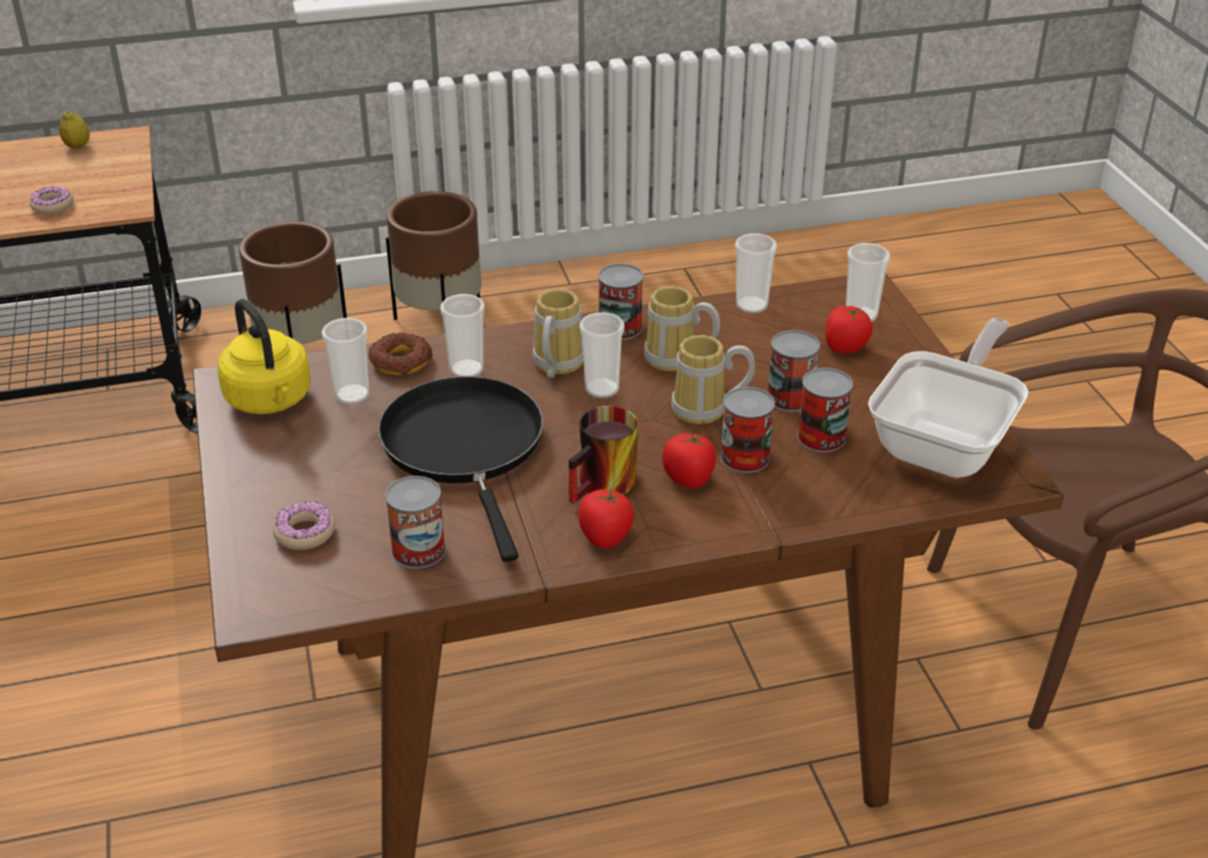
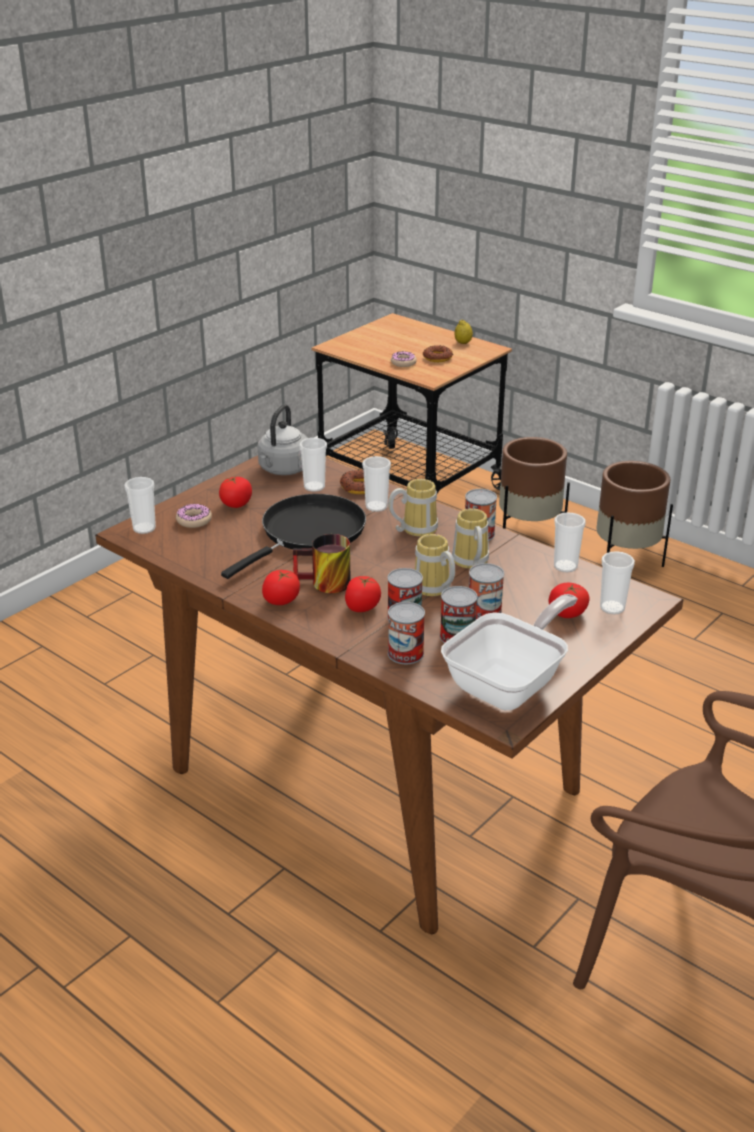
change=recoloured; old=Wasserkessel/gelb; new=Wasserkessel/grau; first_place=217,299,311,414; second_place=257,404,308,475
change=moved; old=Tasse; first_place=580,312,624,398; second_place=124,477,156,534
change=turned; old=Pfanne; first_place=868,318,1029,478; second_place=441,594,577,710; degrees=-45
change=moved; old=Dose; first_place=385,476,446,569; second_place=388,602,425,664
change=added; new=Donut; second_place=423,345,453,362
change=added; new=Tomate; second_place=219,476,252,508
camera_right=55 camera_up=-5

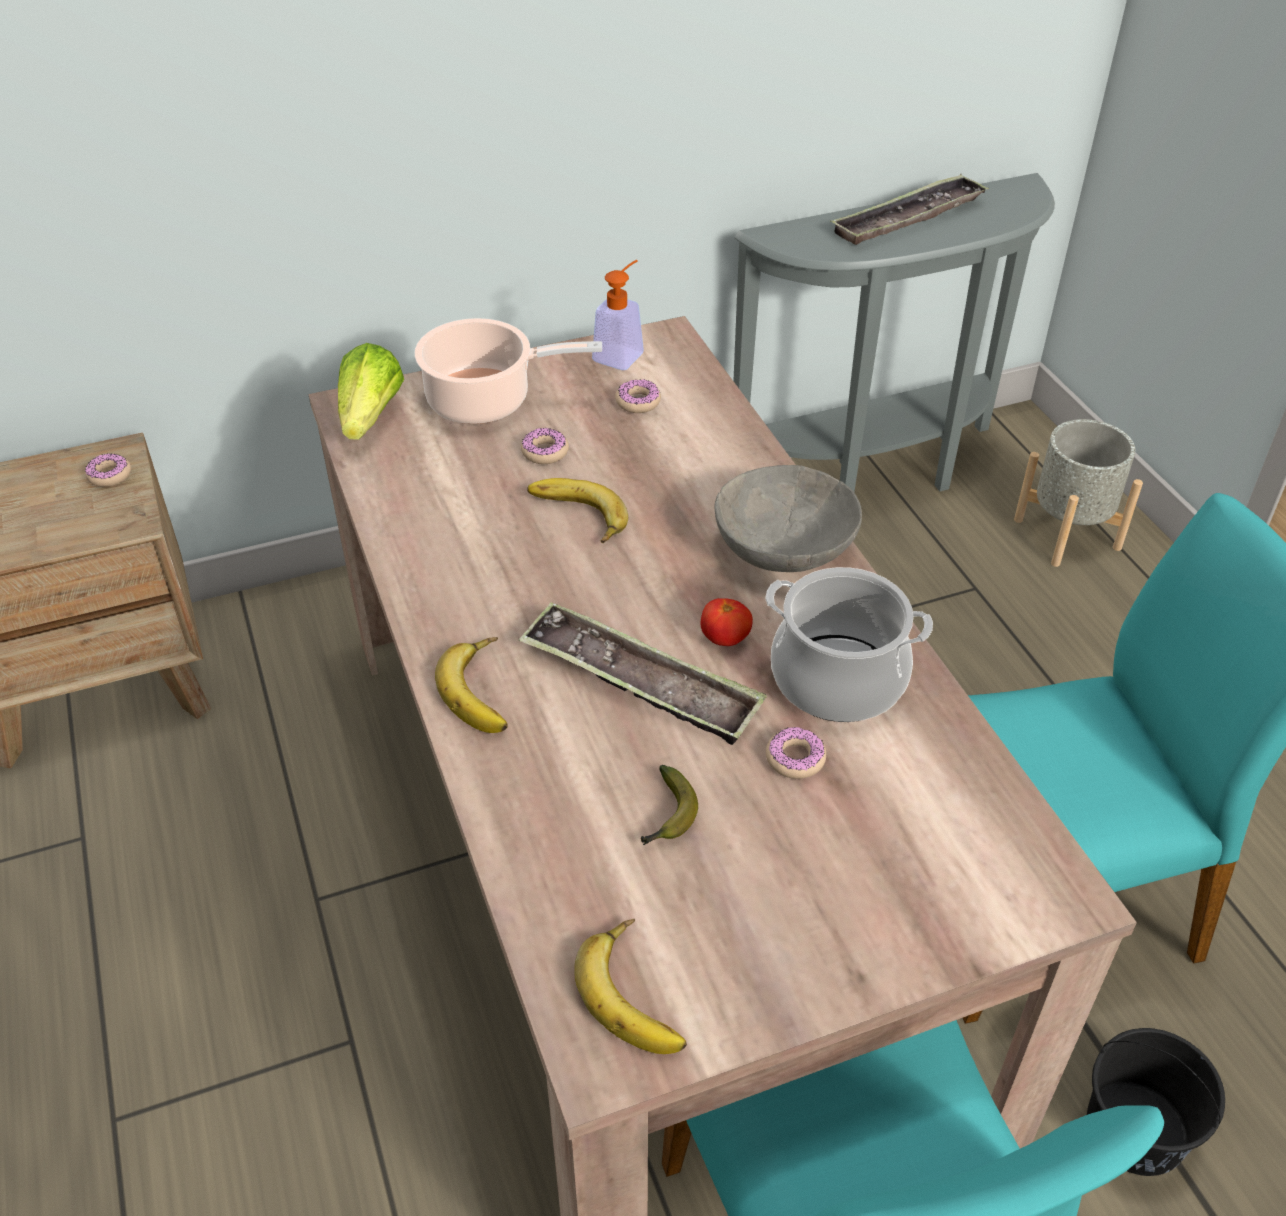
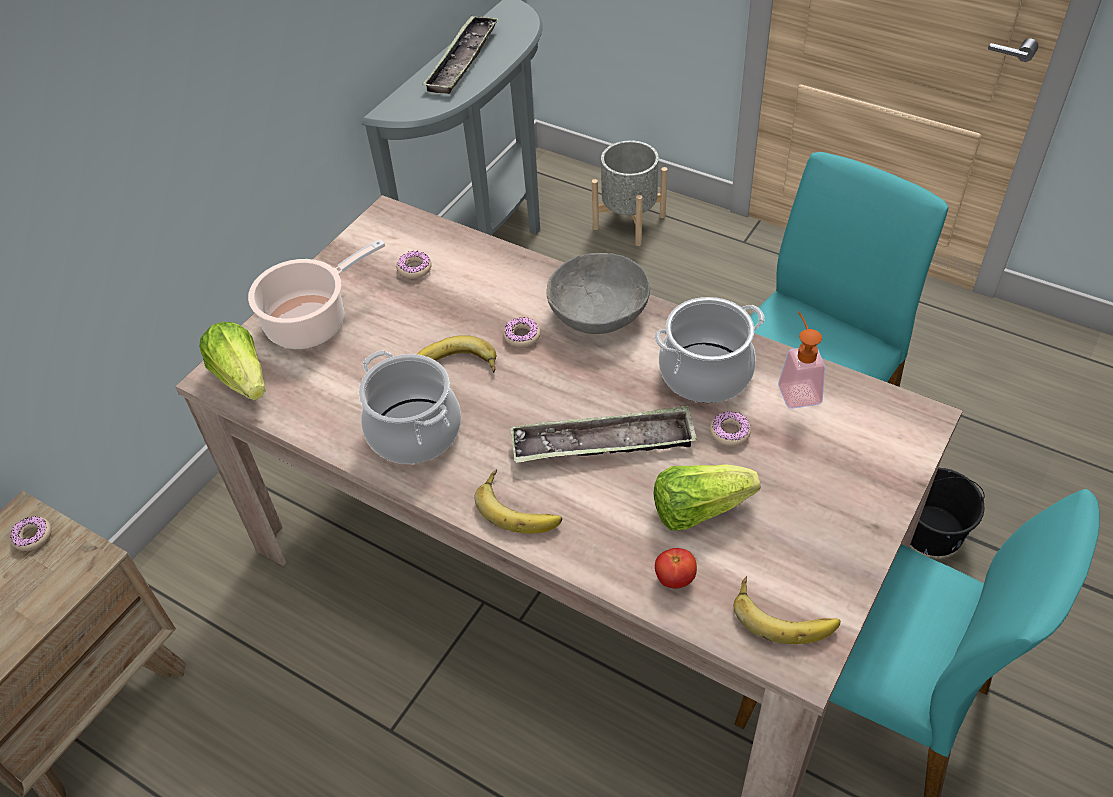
change=moved; old=Seifenspender; first_place=592,260,644,370; second_place=778,312,825,409
change=moved; old=Donut; first_place=521,428,569,464; second_place=503,317,541,348
change=moved; old=Tomate; first_place=700,598,753,646; second_place=655,548,697,588
change=replaced; old=Banane; new=Salatkopf; first_place=641,765,698,845; second_place=654,464,760,531
change=added; new=Kochtopf; second_place=359,350,461,464
camera_right=-35 camera_up=5

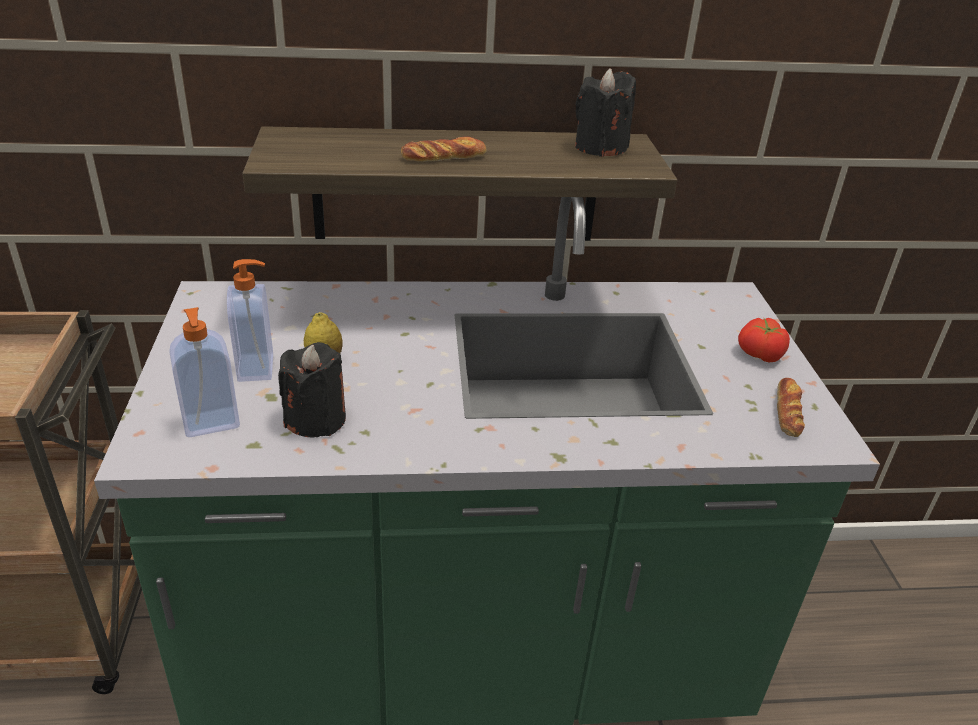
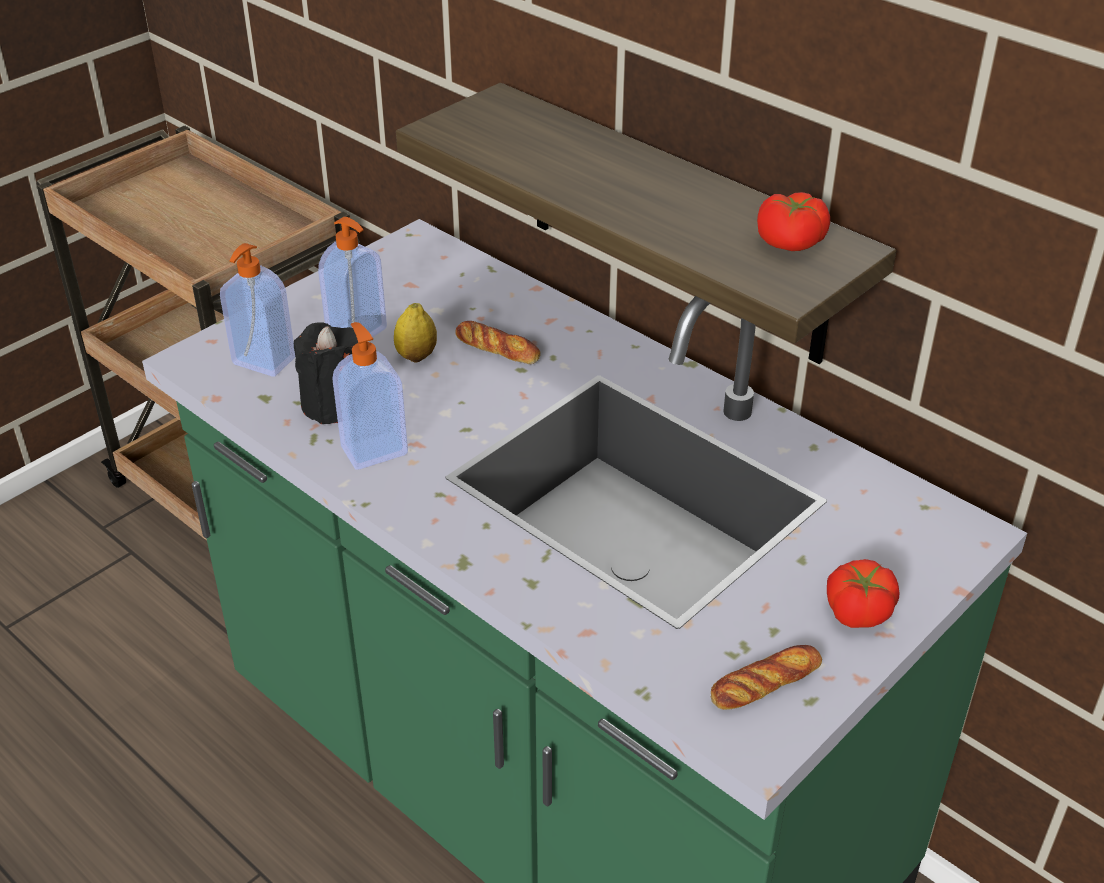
change=replaced; old=Kerze/schwarz; new=Tomate; first_place=575,68,636,157; second_place=757,192,830,251
change=moved; old=Brot; first_place=401,136,487,161; second_place=455,321,541,364
change=added; new=Seifenspender; second_place=332,322,408,470
camera_right=50 camera_up=5

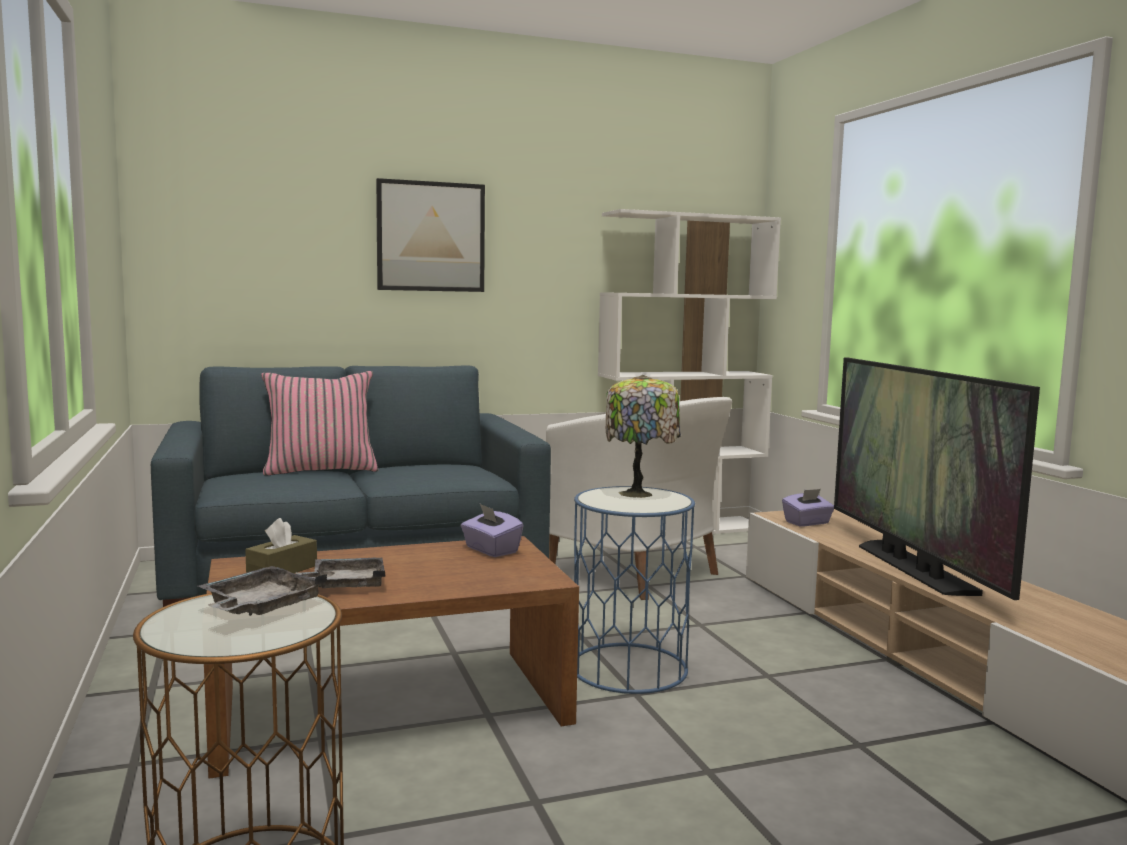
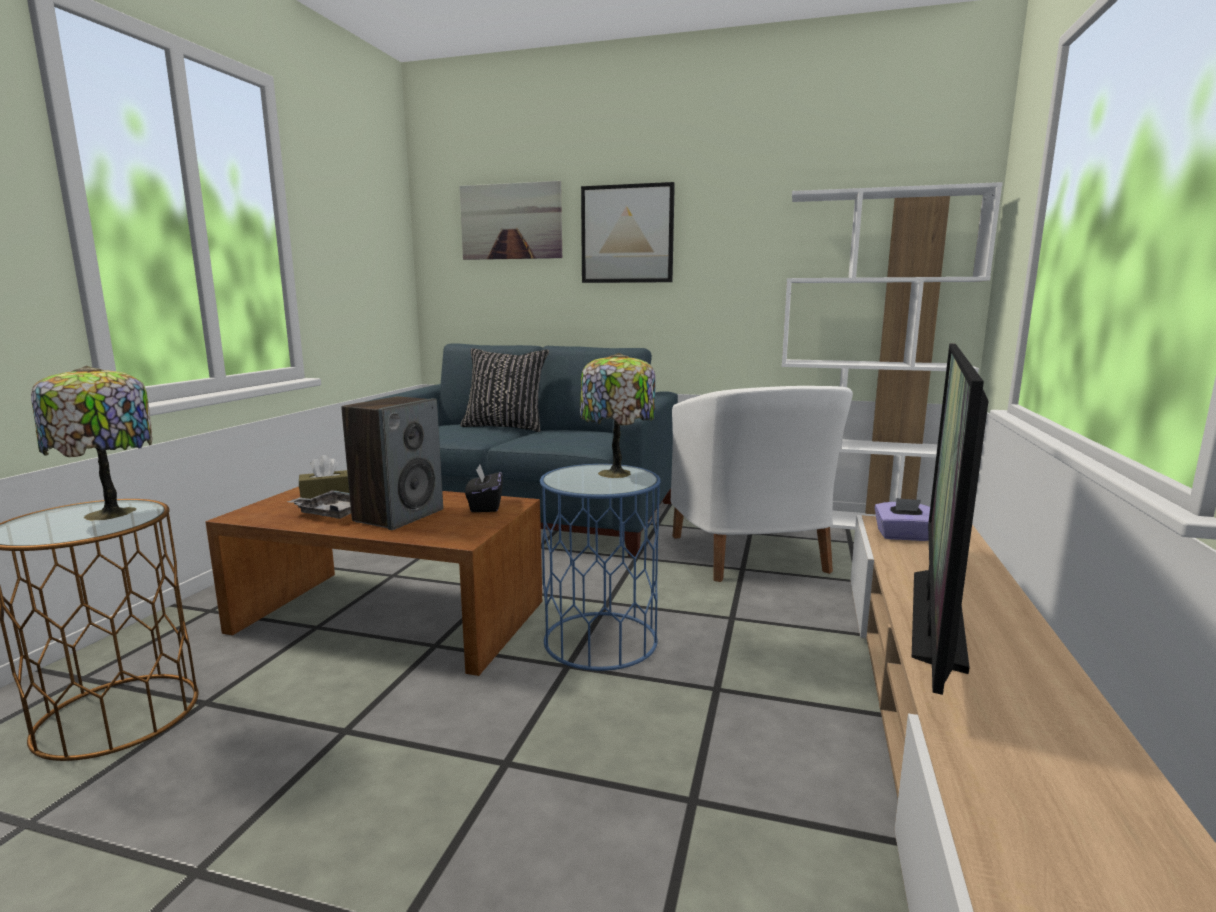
change=recoloured; old=Kissen/rosa; new=Kissen/schwarz; first_place=262,371,378,475; second_place=460,349,549,432
change=recoloured; old=Taschentuchbox/lila; new=Taschentuchbox/schwarz; first_place=461,504,524,557; second_place=465,464,503,512
change=replaced; old=Tablett/grau; new=Tischlampe; first_place=198,566,327,616; second_place=31,366,152,520
change=added; new=Bild; second_place=459,181,562,260
change=added; new=Lautsprecher; second_place=341,396,443,530
camera_right=35 camera_up=5

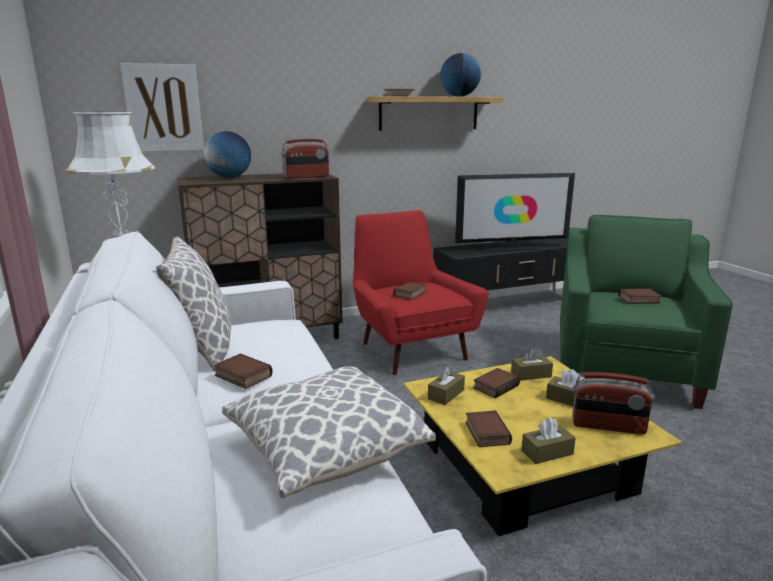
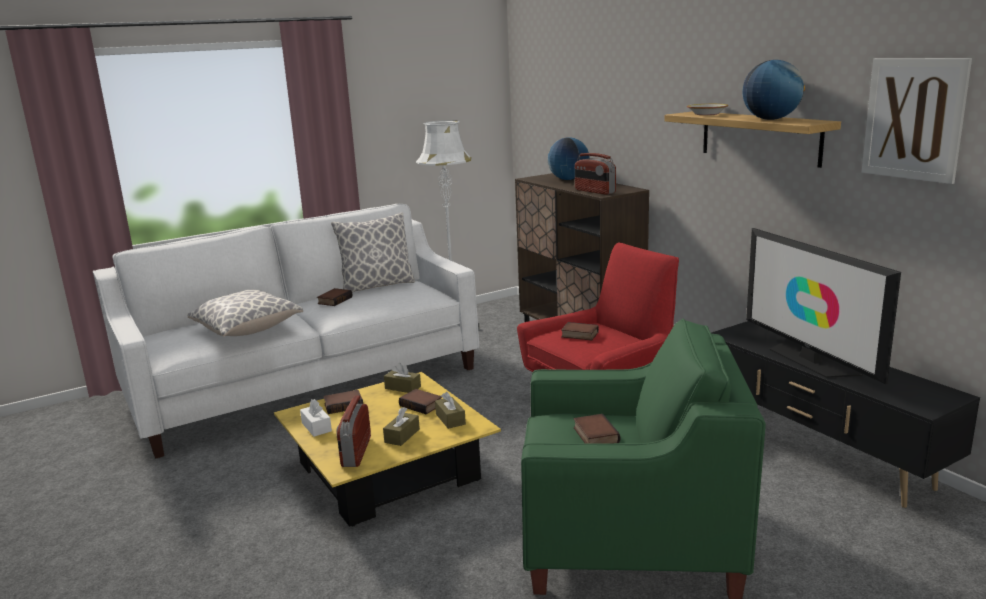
change=moved; old=Bild; first_place=120,63,204,152; second_place=862,58,972,184
change=recoloured; old=Taschentuchbox/braun; new=Taschentuchbox/weiß; first_place=521,417,576,464; second_place=300,399,332,437
camera_right=80 camera_up=0

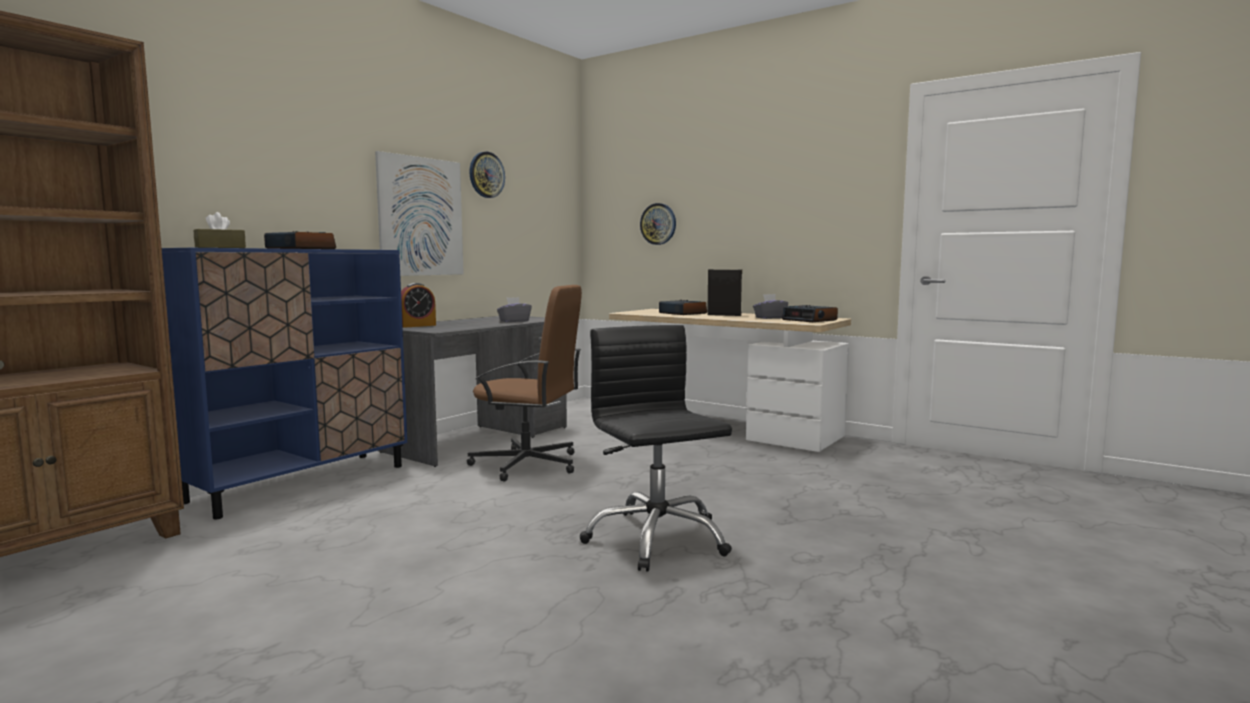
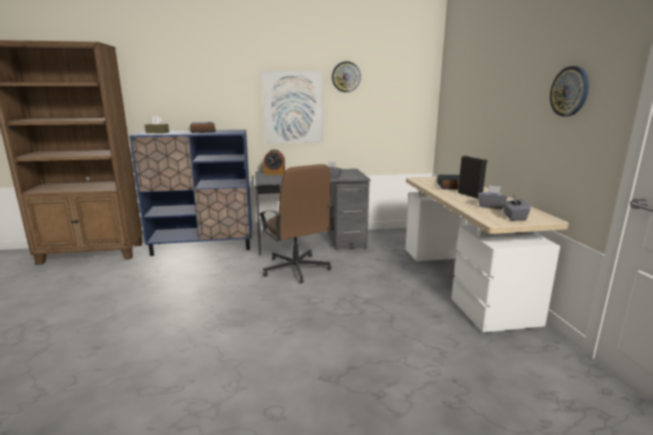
change=moved; old=Wanduhr; first_place=640,203,676,245; second_place=550,66,589,117
change=replaced; old=Wecker; new=Taschentuchbox/grau; first_place=782,305,838,322; second_place=503,195,531,221
change=removed; old=Bürostuhl/schwarz; first_place=580,325,732,572
camera_right=45 camera_up=10

